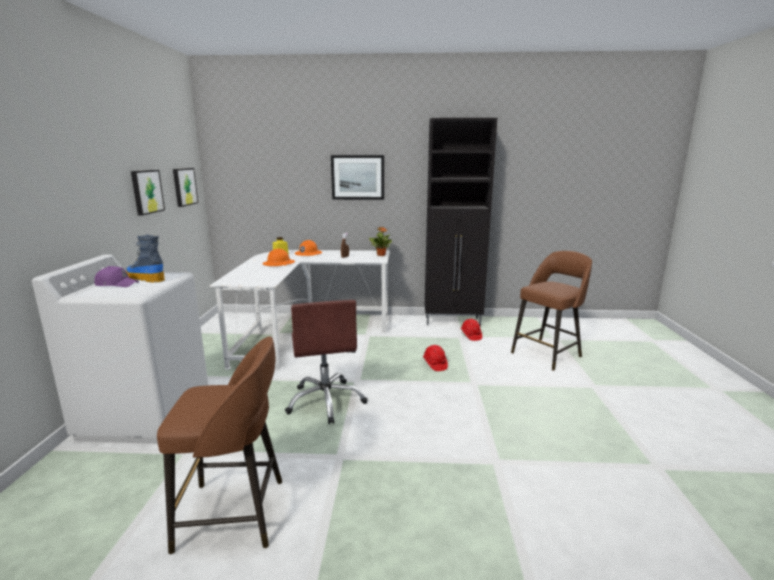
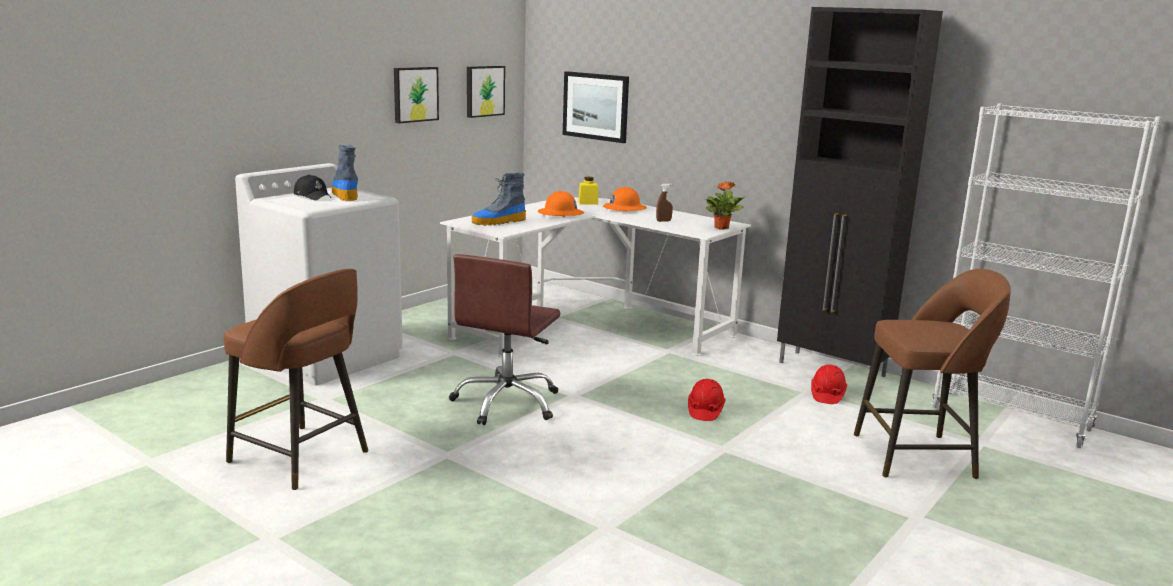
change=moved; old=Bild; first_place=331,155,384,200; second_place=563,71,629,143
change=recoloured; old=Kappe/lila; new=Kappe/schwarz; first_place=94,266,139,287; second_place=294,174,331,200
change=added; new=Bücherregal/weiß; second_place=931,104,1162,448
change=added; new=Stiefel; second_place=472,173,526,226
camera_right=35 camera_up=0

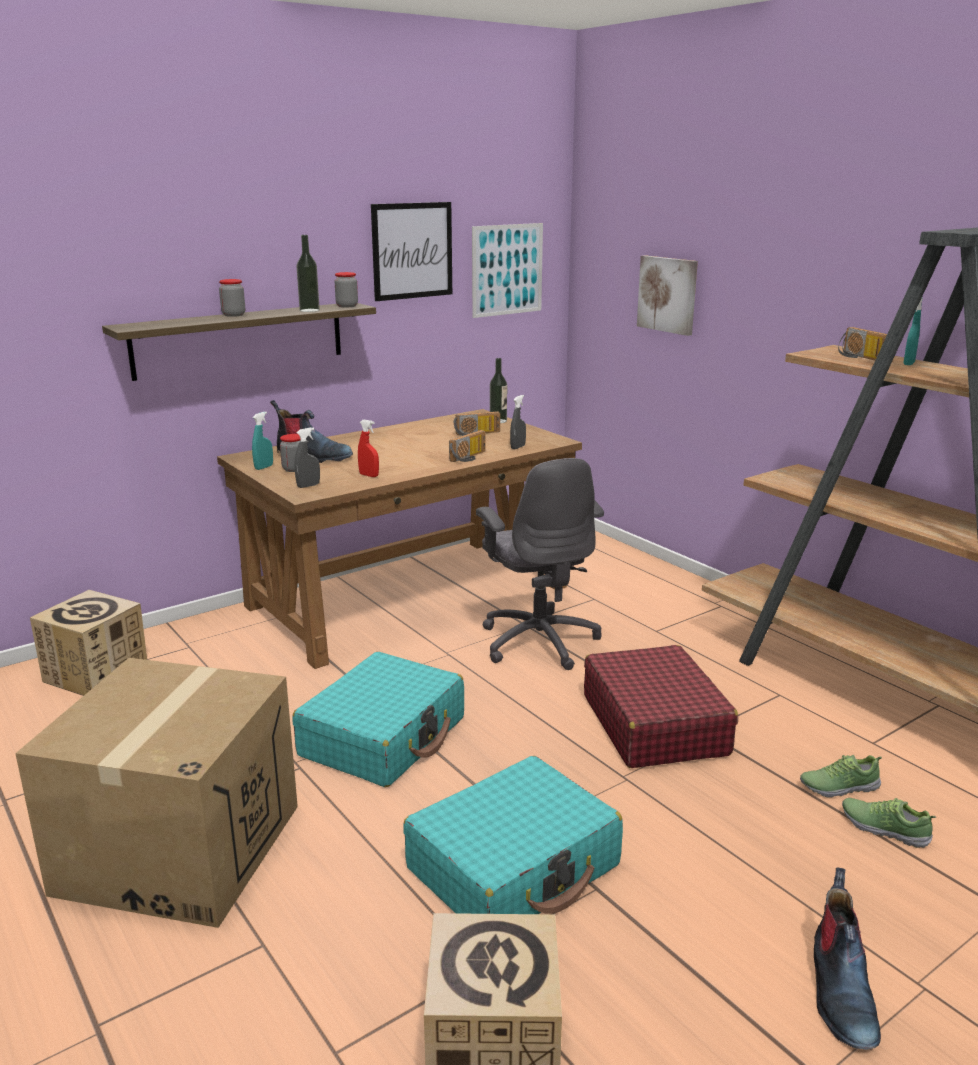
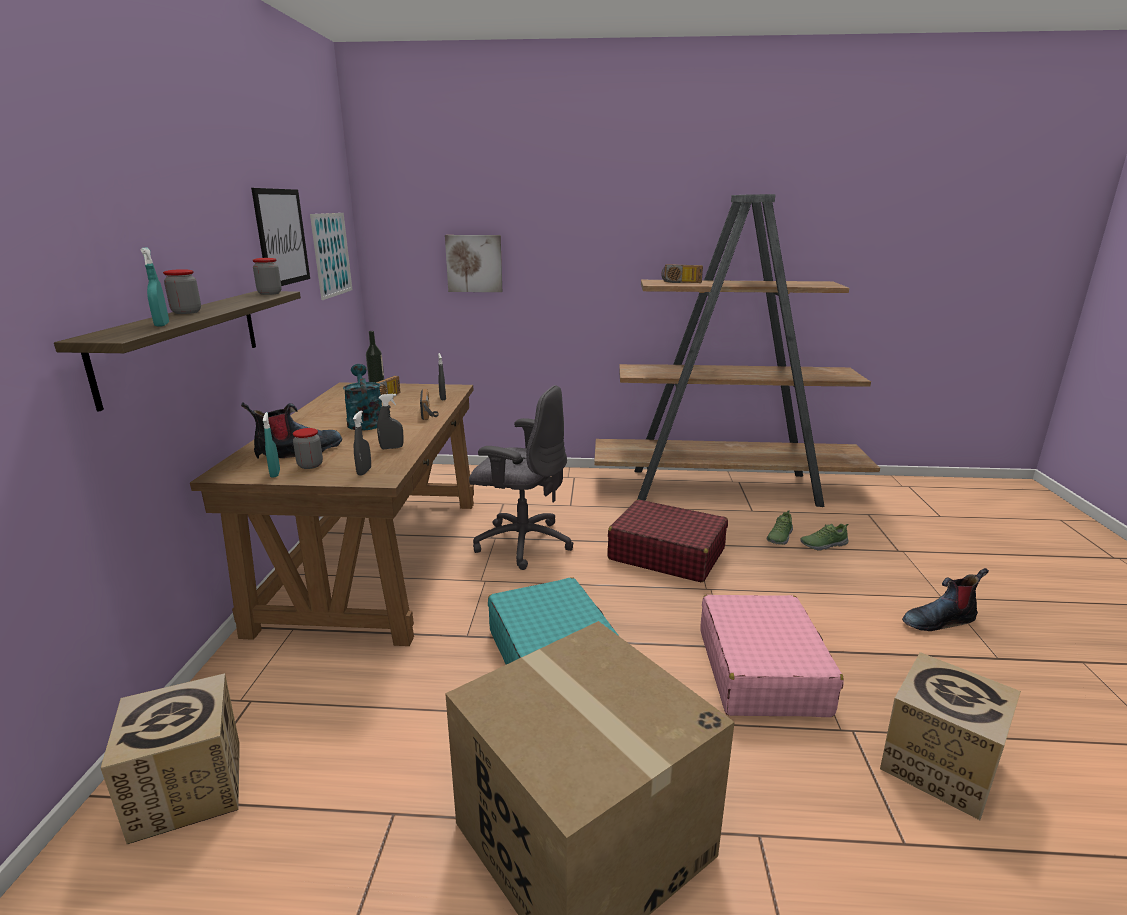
change=removed; old=Flasche; first_place=296,235,320,312
change=moved; old=Sprühflasche/türkis; first_place=903,298,923,365; second_place=141,247,169,327
change=recoloured; old=Sprühflasche/rot; new=Sprühflasche/grau; first_place=358,420,379,477; second_place=377,394,404,449
change=recoloured; old=Koffer/türkis; new=Koffer/rosa; first_place=403,756,623,914; second_place=700,595,844,717
change=turned; old=Stiefel; first_place=814,867,881,1050; second_place=902,568,989,631; degrees=120
change=added; new=Gießkanne/türkis; second_place=343,364,382,431
camera_right=-50 camera_up=0

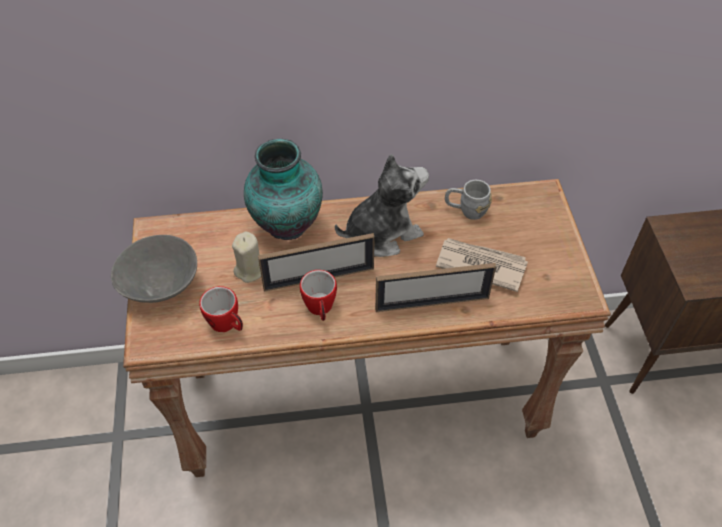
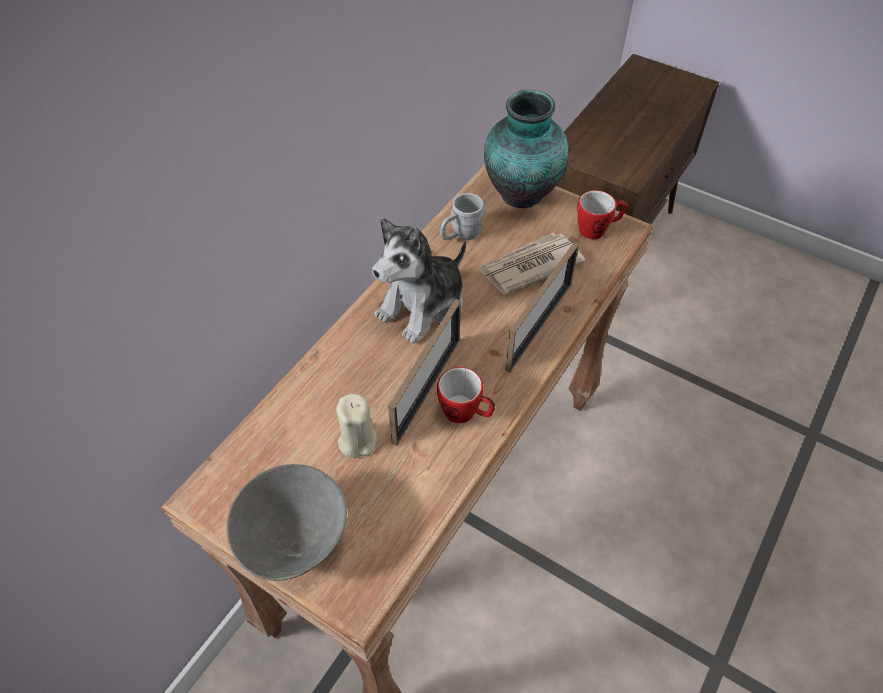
change=moved; old=Vase; first_place=244,139,323,240; second_place=484,90,569,208
change=turned; old=Plüschtier; first_place=335,154,429,257; second_place=372,218,466,344; degrees=-150
change=moved; old=Henkelbecher; first_place=199,286,243,332; second_place=577,190,627,239
camera_right=-50 camera_up=0

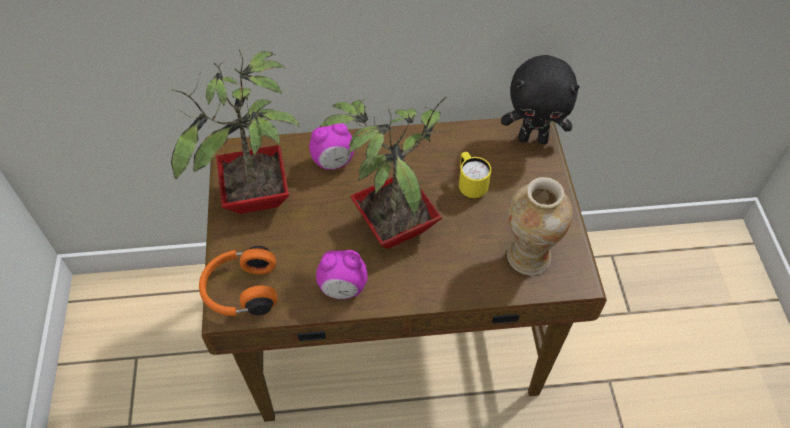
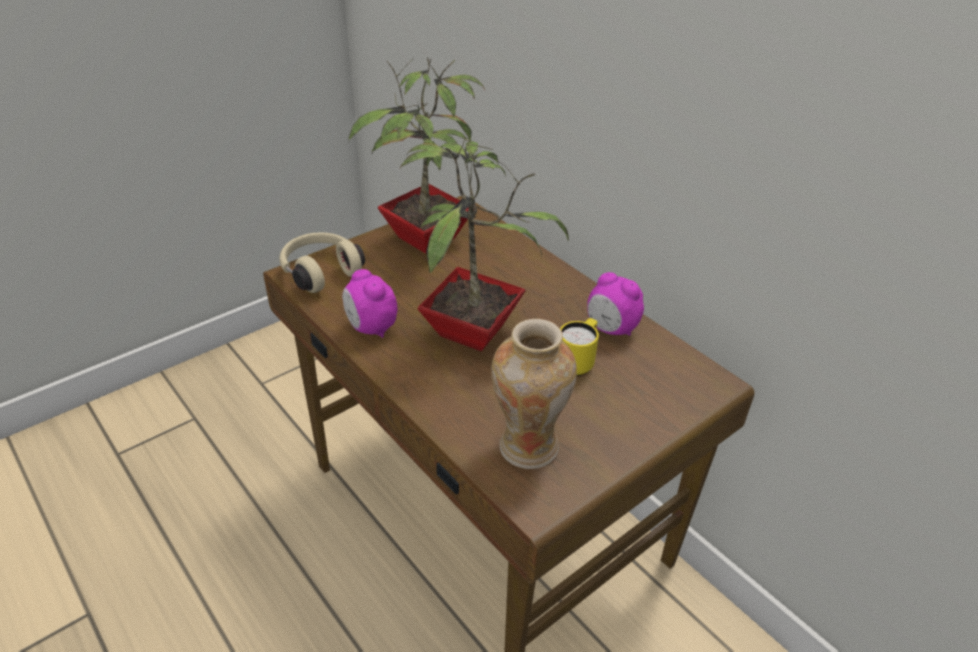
change=removed; old=Plüschtier/schwarz; first_place=501,55,580,144
change=moved; old=Wecker; first_place=309,123,354,170; second_place=587,272,644,336
change=recoloured; old=Kopfhörer/orange; new=Kopfhörer/beige; first_place=199,246,277,316; second_place=279,232,365,293
camera_right=55 camera_up=-15

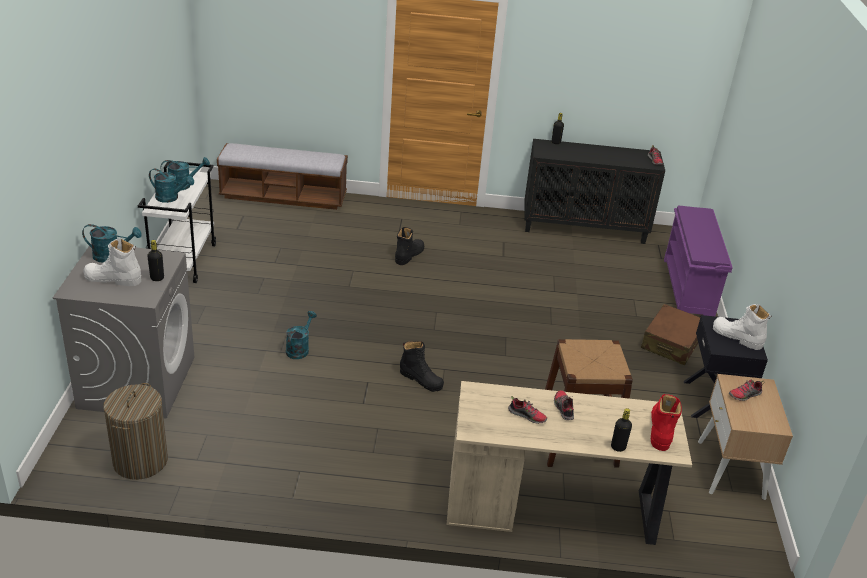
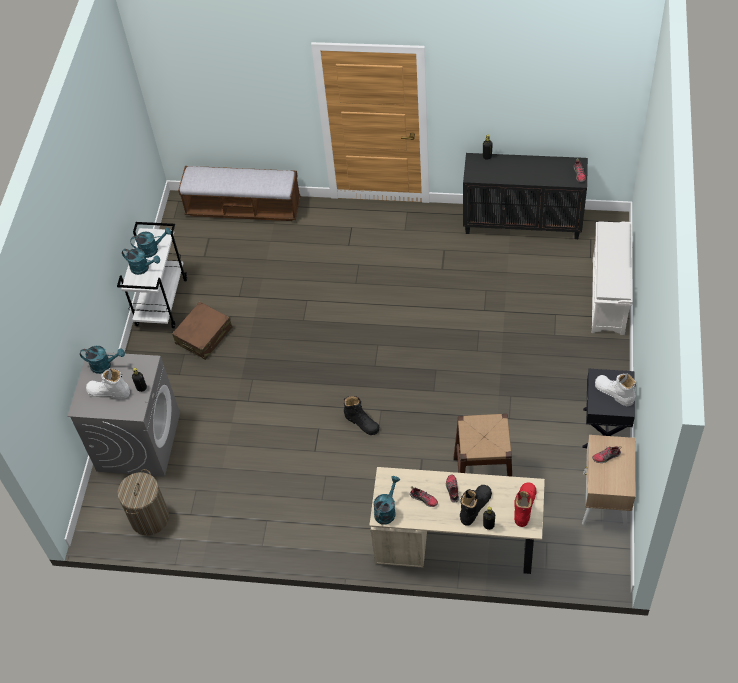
change=recoloured; old=Schuhregal/lila; new=Schuhregal/weiß; first_place=664,206,733,316; second_place=592,221,633,335
change=moved; old=Stiefel/schwarz; first_place=395,227,424,265; second_place=460,485,492,526
change=moved; old=Koffer/braun; first_place=641,304,700,365; second_place=172,301,232,360
change=moved; old=Gießkanne/türkis; first_place=286,311,317,359; second_place=374,476,400,524
camera_right=10 camera_up=20

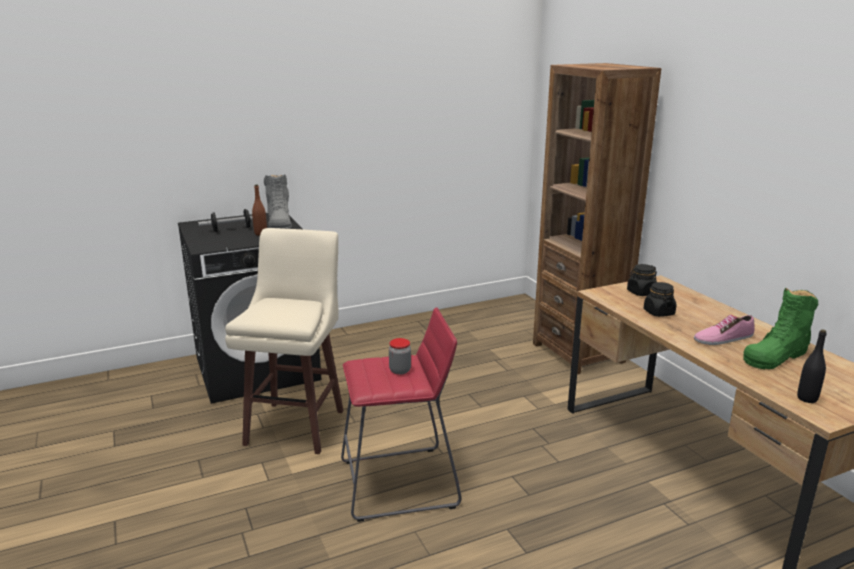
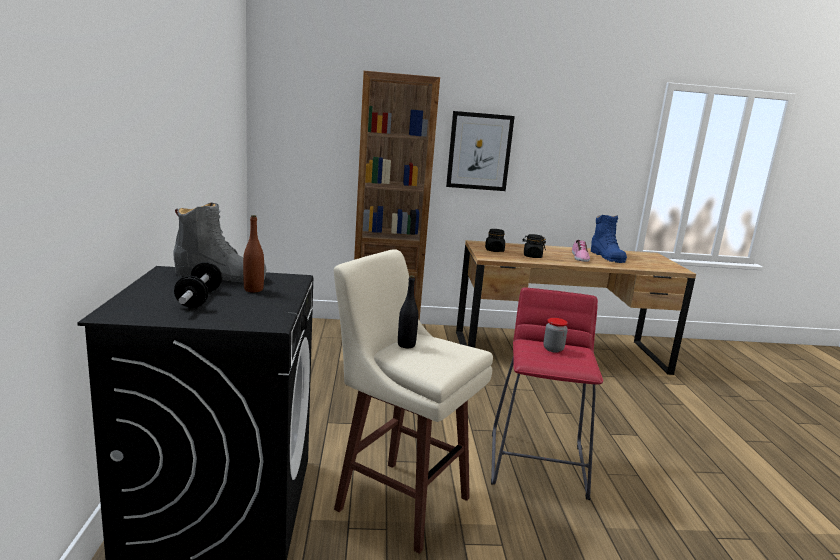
change=recoloured; old=Stiefel/grün; new=Stiefel/blau; first_place=743,287,818,369; second_place=591,215,627,263
change=moved; old=Flasche/schwarz; first_place=797,329,827,403; second_place=398,275,418,348
change=added; new=Bild; second_place=446,111,515,191
camera_right=-70 camera_up=-5

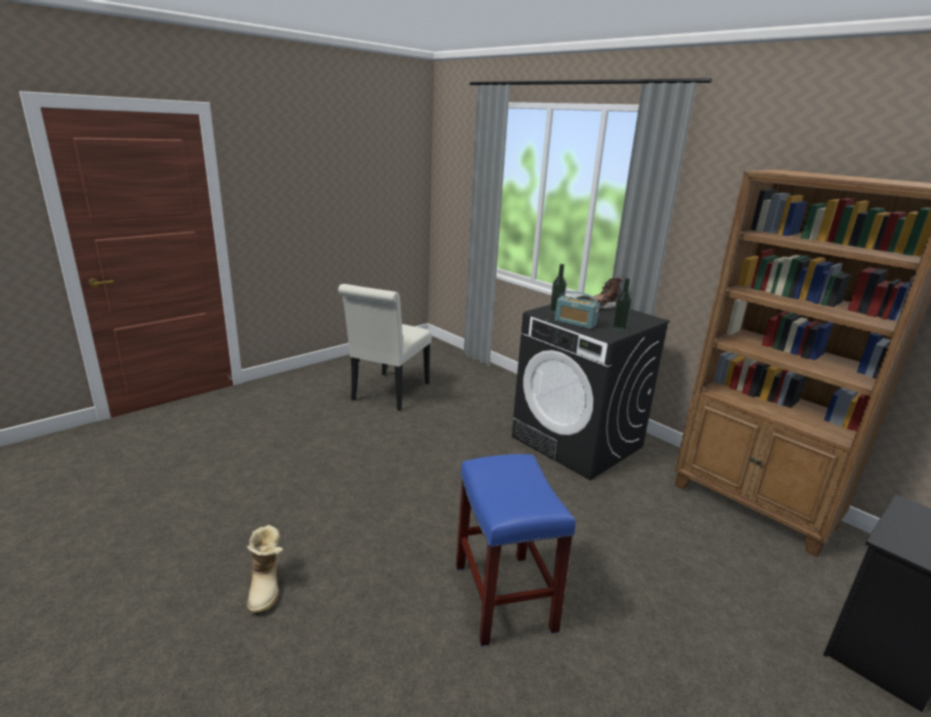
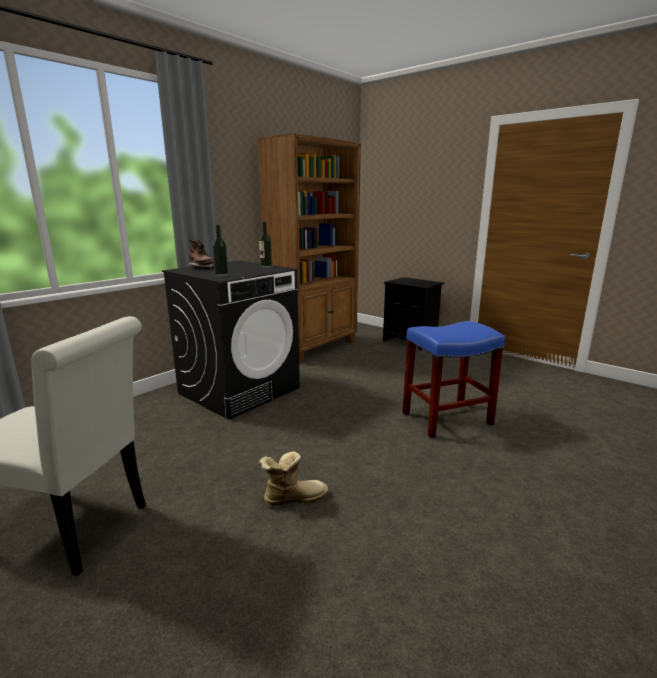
change=removed; old=Radio; first_place=555,291,600,329
change=moved; old=Stiefel; first_place=247,525,284,614; second_place=259,451,328,505
camera_right=-95 camera_up=-5

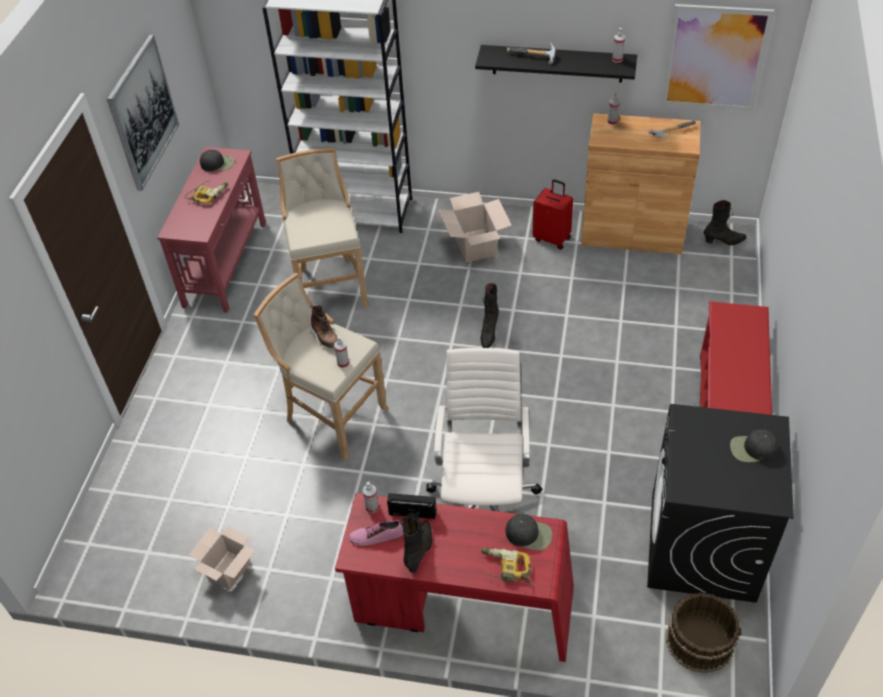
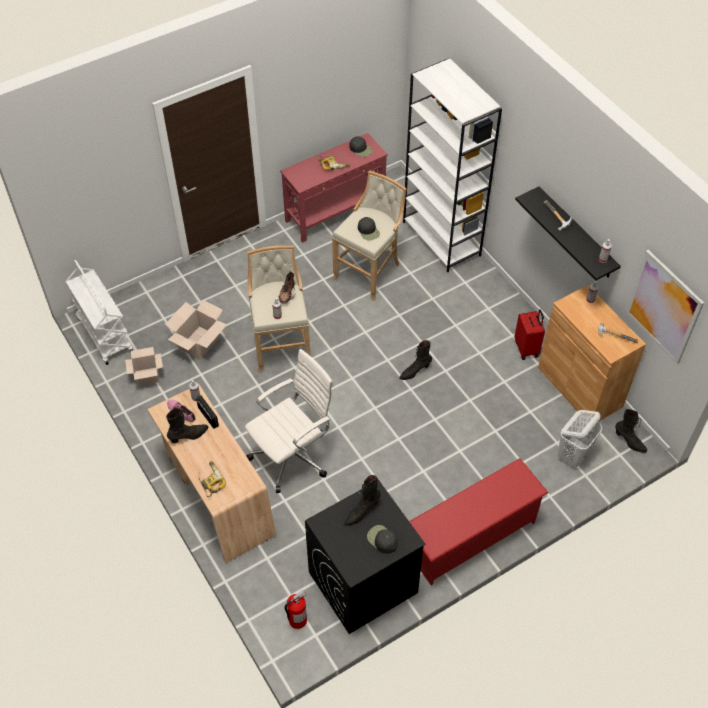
change=removed; old=Bild; first_place=107,34,179,191
change=moved; old=Karton; first_place=439,192,512,262; second_place=165,300,227,360
change=recoloured; old=Schreibtisch/rot; new=Schreibtisch/beige; first_place=335,493,574,662; second_place=147,384,276,563
change=moved; old=Kappe/schwarz; first_place=506,514,552,551; second_place=358,217,380,240
change=replaced; old=Eimer/braun; new=Feuerlöscher; first_place=666,593,741,673; second_place=284,590,307,629
change=added; new=Rollwagen/weiß; second_place=66,260,133,365
change=added; new=Wäschekorb/weiß; second_place=558,410,602,467
change=added; new=Stiefel/schwarz; second_place=345,475,381,526
camera_right=45 camera_up=5

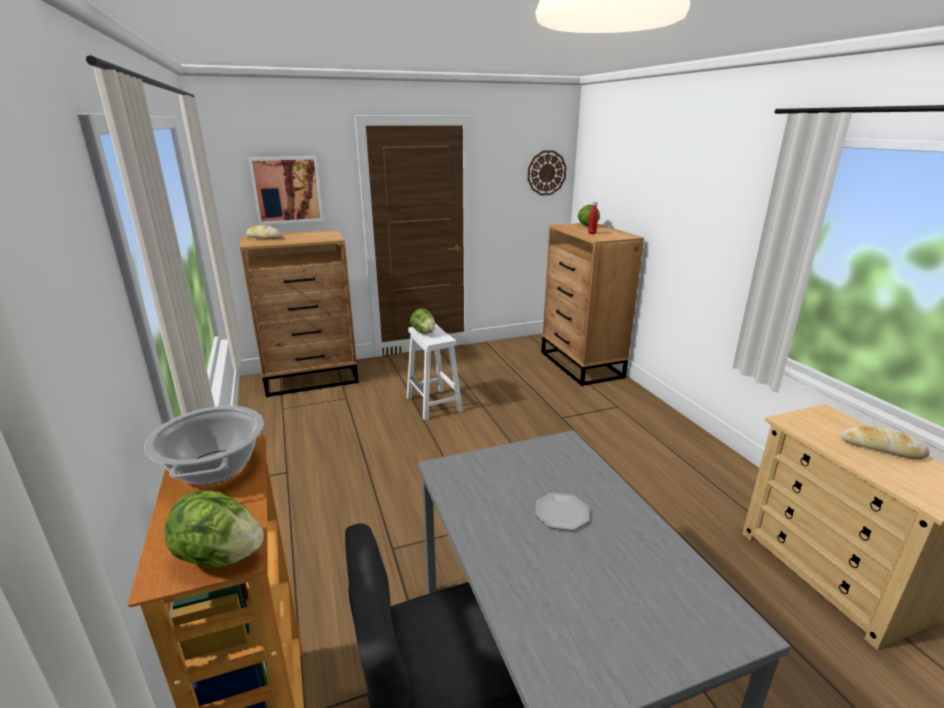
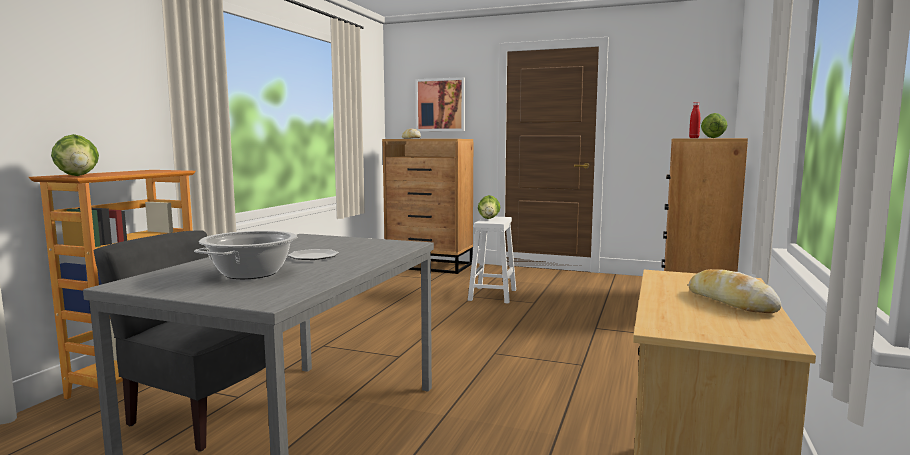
change=removed; old=Wanduhr; first_place=528,150,566,196
change=moved; old=Kochtopf; first_place=144,406,264,485; second_place=194,230,298,279
camera_right=40 camera_up=-15

